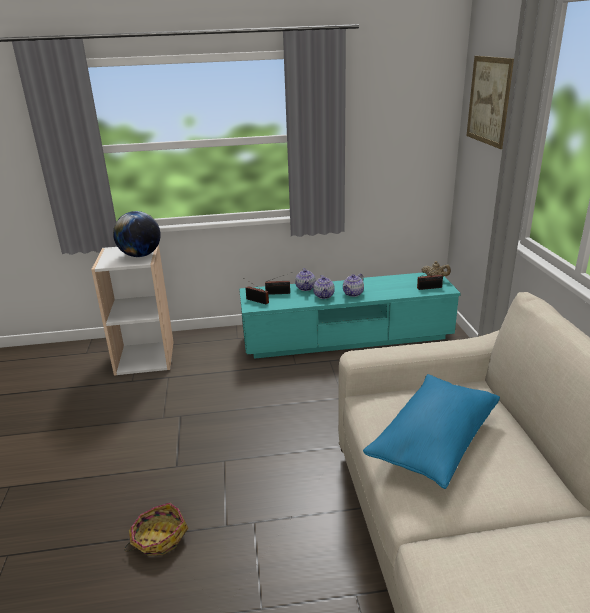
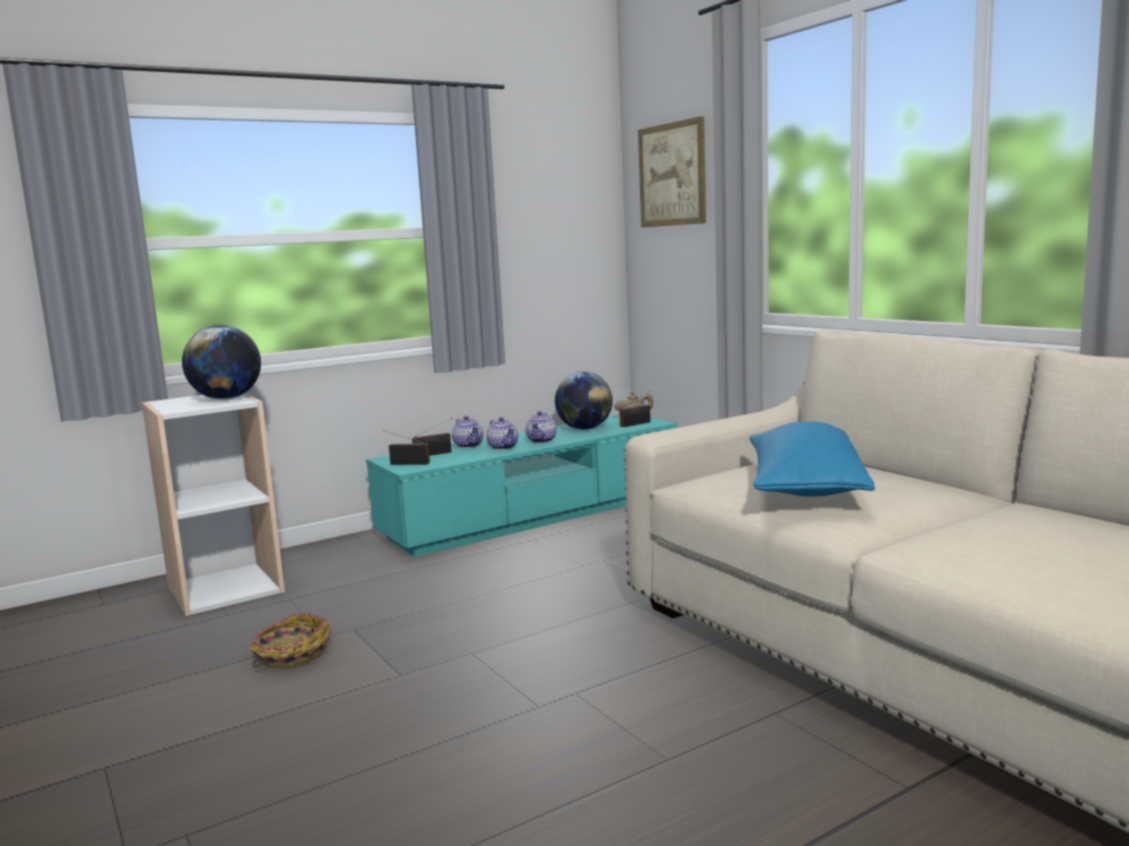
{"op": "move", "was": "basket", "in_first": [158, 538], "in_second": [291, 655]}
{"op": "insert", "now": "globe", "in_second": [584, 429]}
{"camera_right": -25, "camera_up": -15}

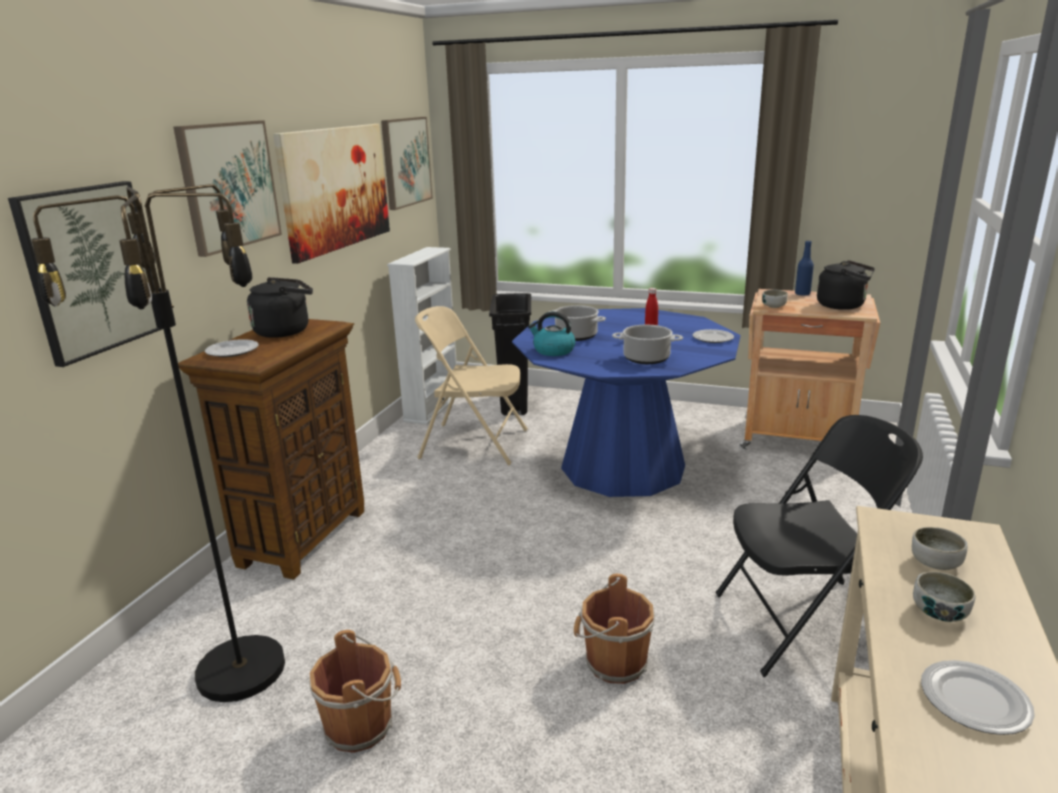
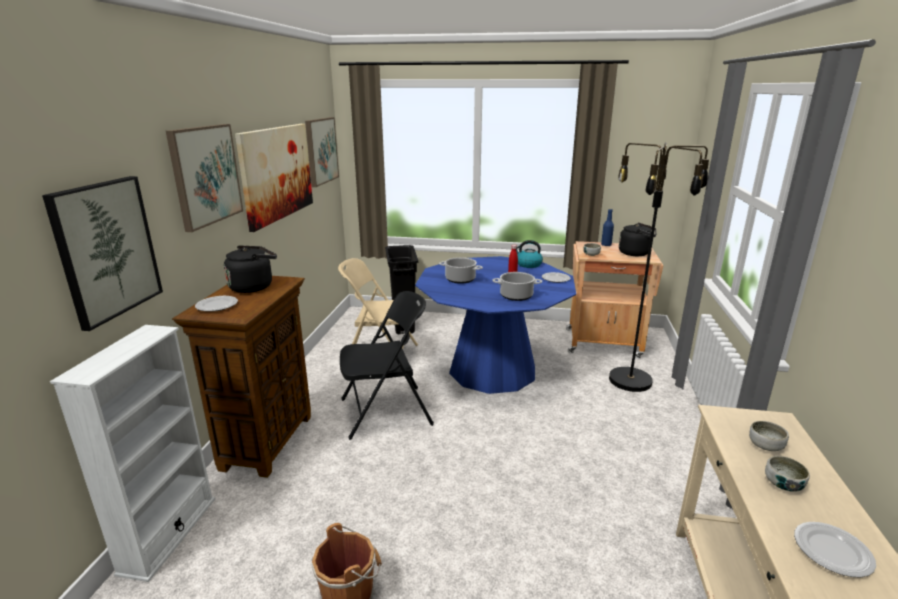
{"op": "move", "was": "standard lamp", "in_first": [243, 671], "in_second": [631, 381]}
{"op": "move", "was": "bookshelf (white)", "in_first": [432, 408], "in_second": [168, 534]}
{"op": "move", "was": "tea kettle", "in_first": [553, 350], "in_second": [528, 264]}
{"op": "delete", "was": "bucket (brown)", "in_first": [613, 663]}
{"op": "move", "was": "chair (blackish)", "in_first": [805, 625], "in_second": [386, 412]}
{"camera_right": -10, "camera_up": 0}

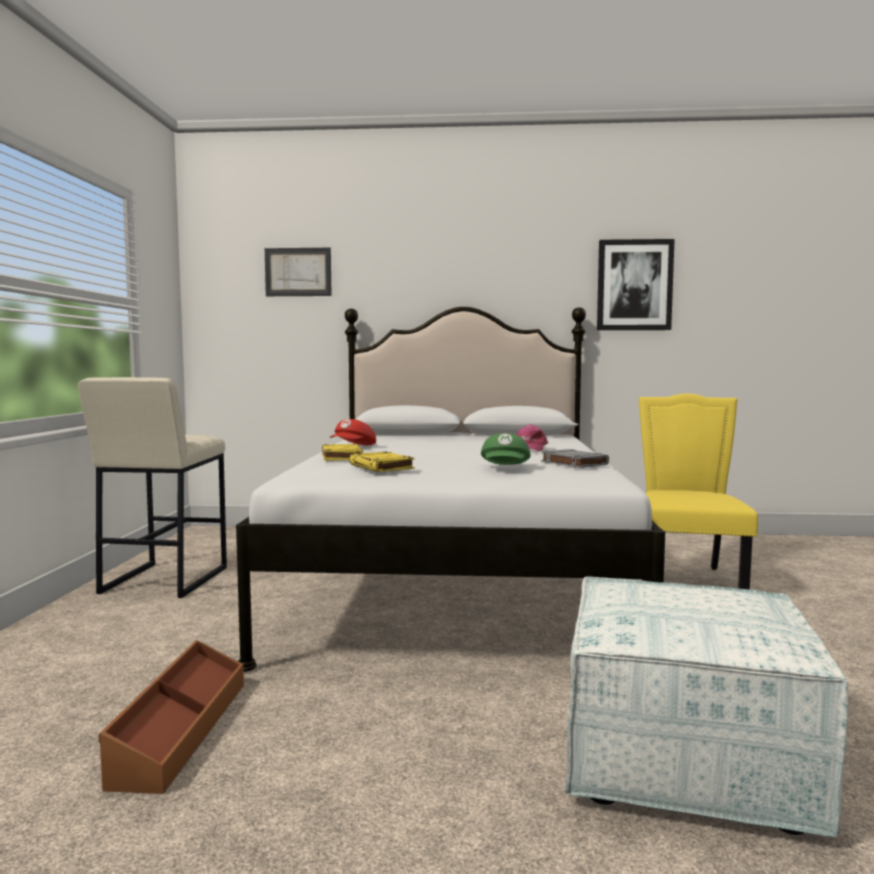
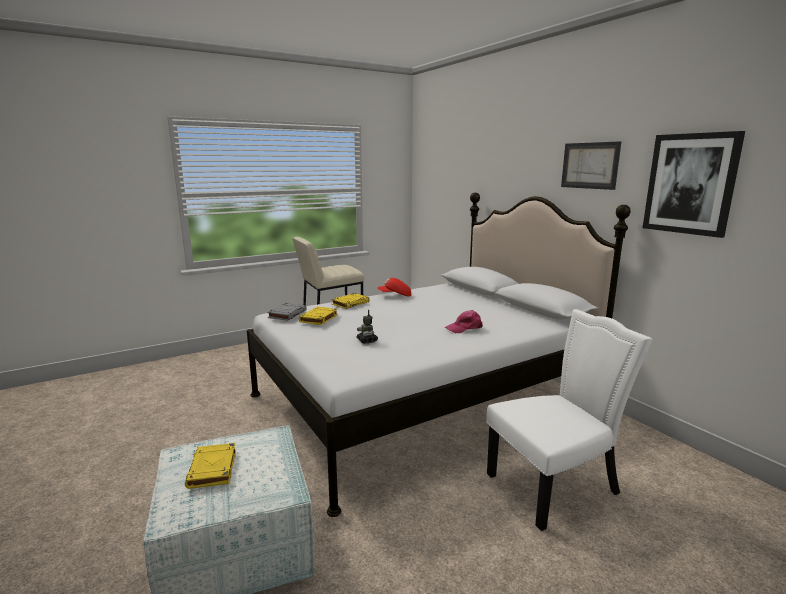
{"op": "delete", "was": "storage container (brown)", "in_first": [180, 730]}
{"op": "move", "was": "wall picture", "in_first": [298, 272], "in_second": [590, 165]}
{"op": "replace", "was": "peaked cap (green-coloured)", "now": "robot figure", "in_first": [506, 468], "in_second": [367, 341]}
{"op": "move", "was": "volume (greyish)", "in_first": [573, 463], "in_second": [287, 314]}
{"op": "recolor", "was": "chair (yellow-coloured)", "now": "chair (white)", "in_first": [687, 583], "in_second": [551, 487]}
{"op": "insert", "now": "volume (yellow-coloured)", "in_second": [212, 469]}
{"camera_right": 55, "camera_up": 10}

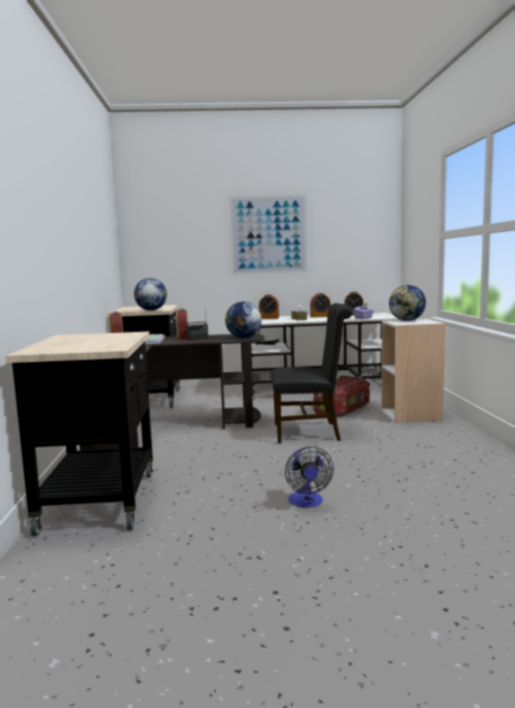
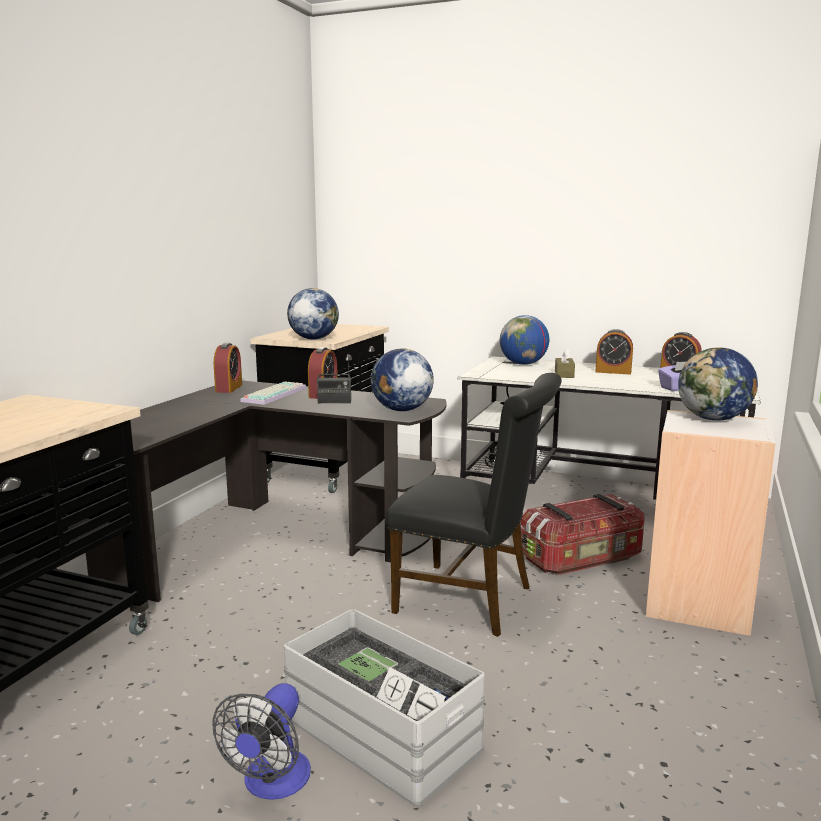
{"op": "delete", "was": "wall picture", "in_first": [268, 235]}
{"op": "replace", "was": "alarm clock", "now": "globe", "in_first": [269, 318], "in_second": [523, 364]}
{"op": "insert", "now": "storage container (greyish)", "in_second": [383, 731]}
{"camera_right": 25, "camera_up": 5}

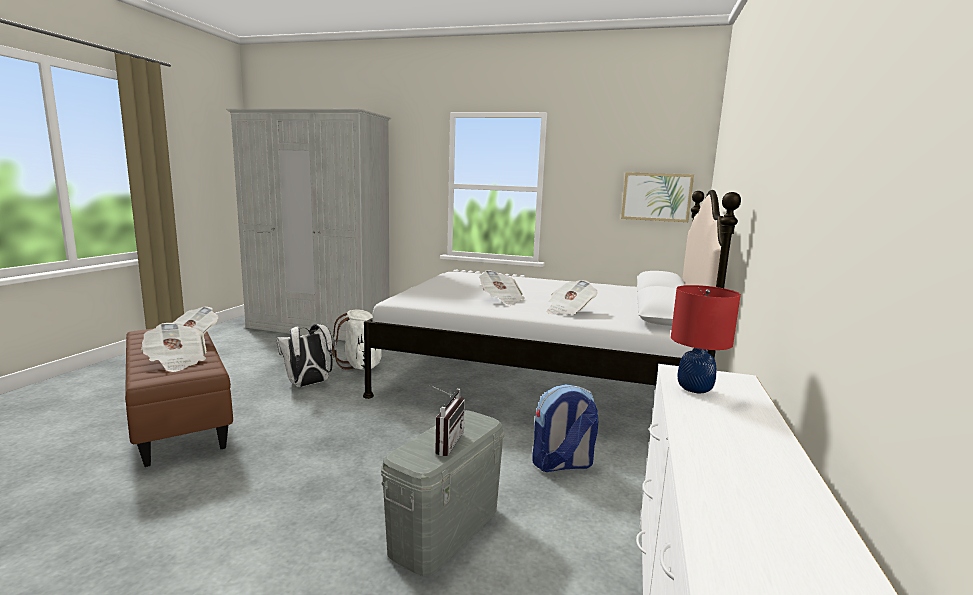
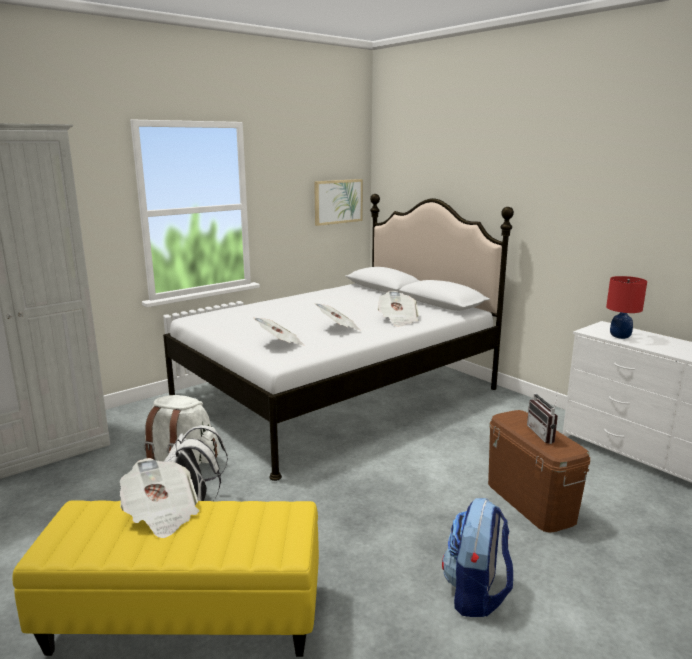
{"op": "recolor", "was": "footrest (brown)", "now": "footrest (yellow-coloured)", "in_first": [180, 419], "in_second": [186, 619]}
{"op": "move", "was": "printed paper", "in_first": [176, 362], "in_second": [280, 344]}
{"op": "recolor", "was": "storage container (greyish)", "now": "storage container (brown)", "in_first": [445, 529], "in_second": [529, 501]}
{"op": "rotate", "was": "radio", "in_first": [444, 442], "in_second": [545, 434], "clockwise": -150}
{"op": "move", "was": "rucksack", "in_first": [562, 464], "in_second": [476, 594]}
{"camera_right": -55, "camera_up": 5}

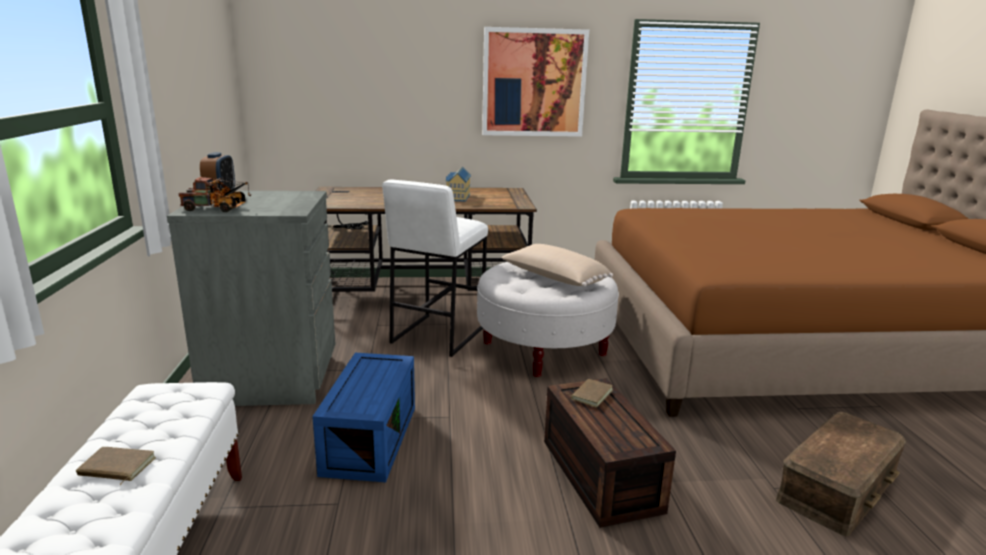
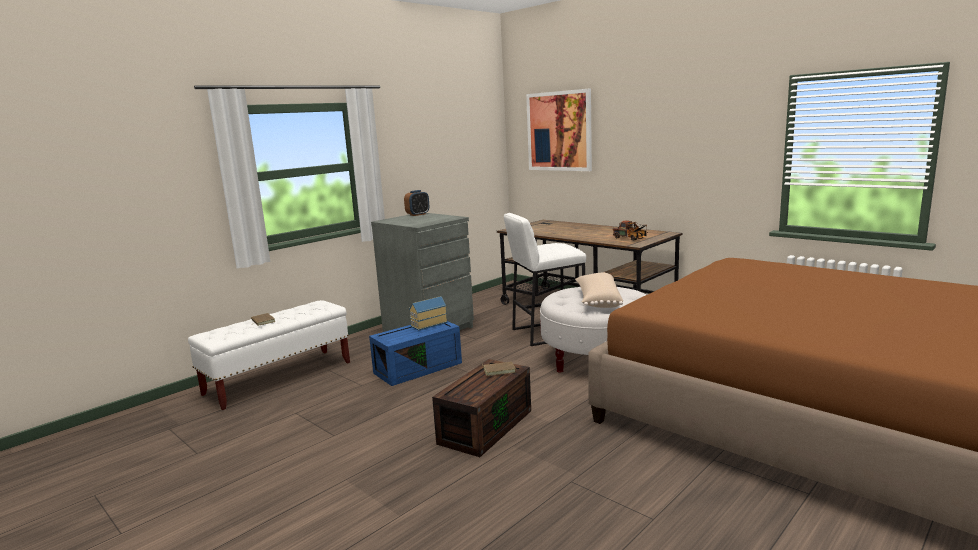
{"op": "move", "was": "toy truck", "in_first": [218, 209], "in_second": [631, 238]}
{"op": "move", "was": "miniature house", "in_first": [457, 197], "in_second": [427, 324]}
{"op": "move", "was": "wall picture", "in_first": [534, 83], "in_second": [559, 131]}
{"op": "delete", "was": "storage container (brown)", "in_first": [839, 488]}
{"camera_right": 50, "camera_up": -5}

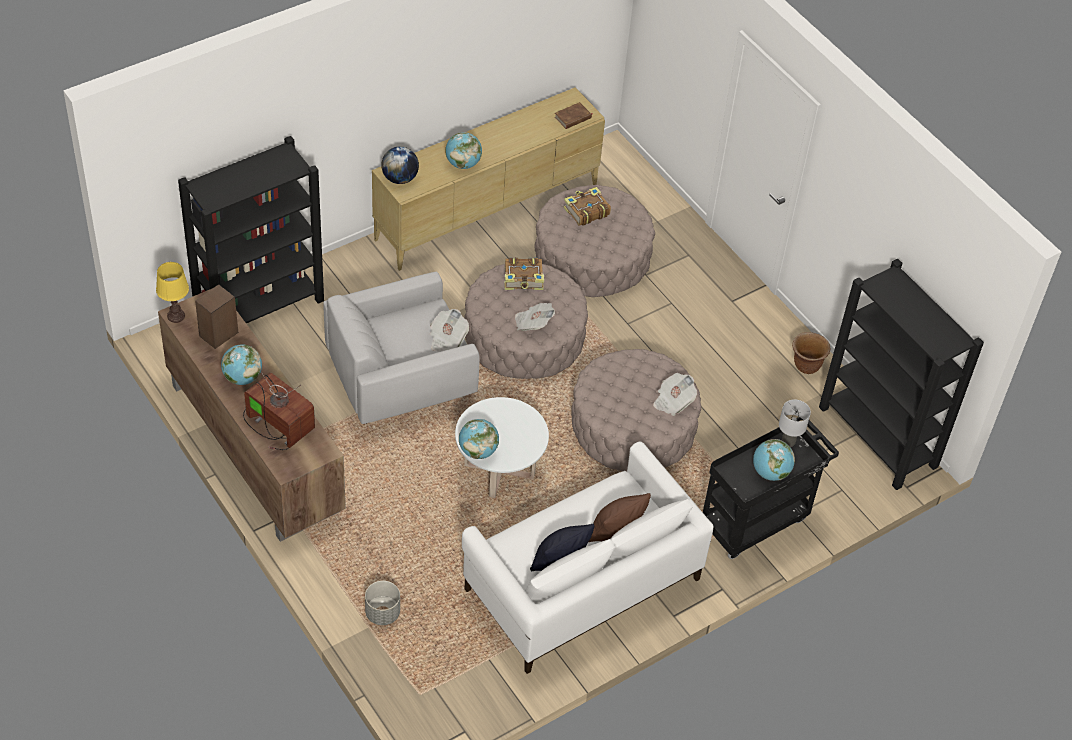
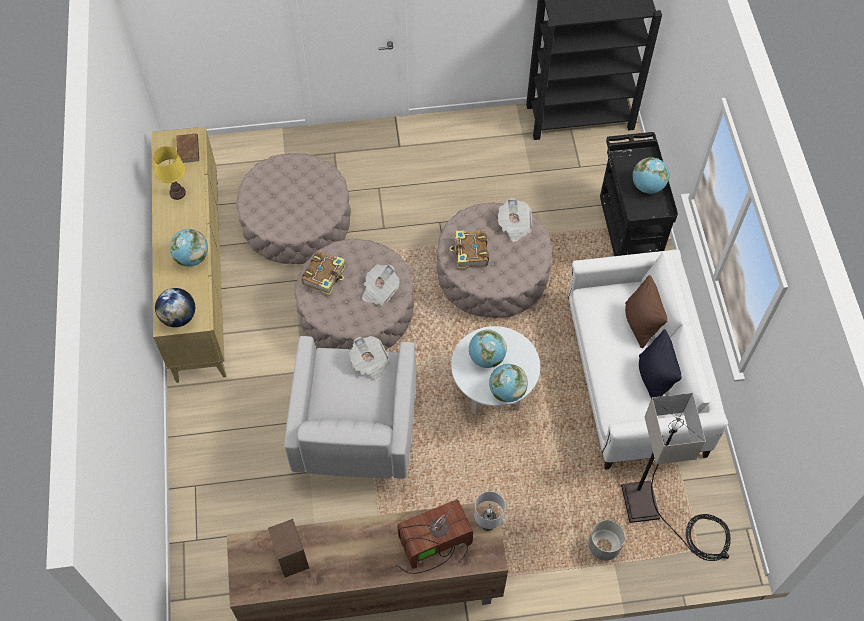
{"op": "move", "was": "table lamp (yellow-coloured)", "in_first": [176, 316], "in_second": [177, 193]}
{"op": "delete", "was": "bookshelf (blackish)", "in_first": [259, 306]}
{"op": "move", "was": "globe", "in_first": [242, 377], "in_second": [486, 358]}
{"op": "move", "was": "volume", "in_first": [586, 211], "in_second": [470, 253]}
{"op": "move", "was": "table lamp (white)", "in_first": [788, 442], "in_second": [487, 524]}
{"op": "delete", "was": "planter (brown)", "in_first": [806, 366]}
{"op": "insert", "now": "standard lamp", "in_second": [676, 522]}
{"camera_right": -60, "camera_up": 10}

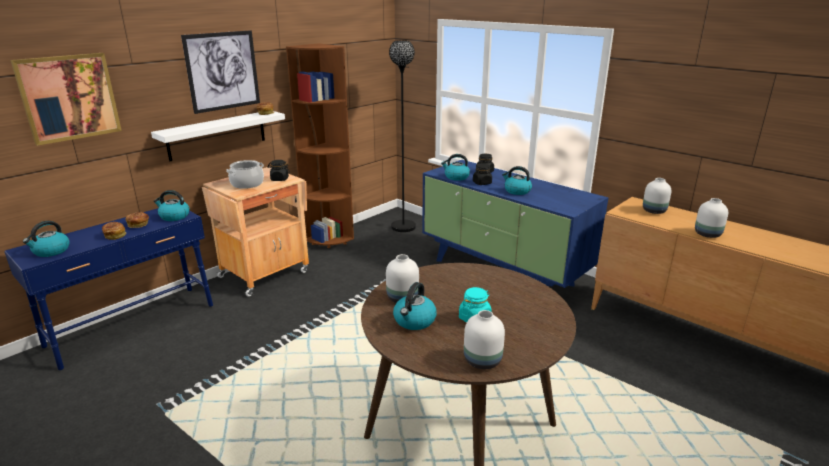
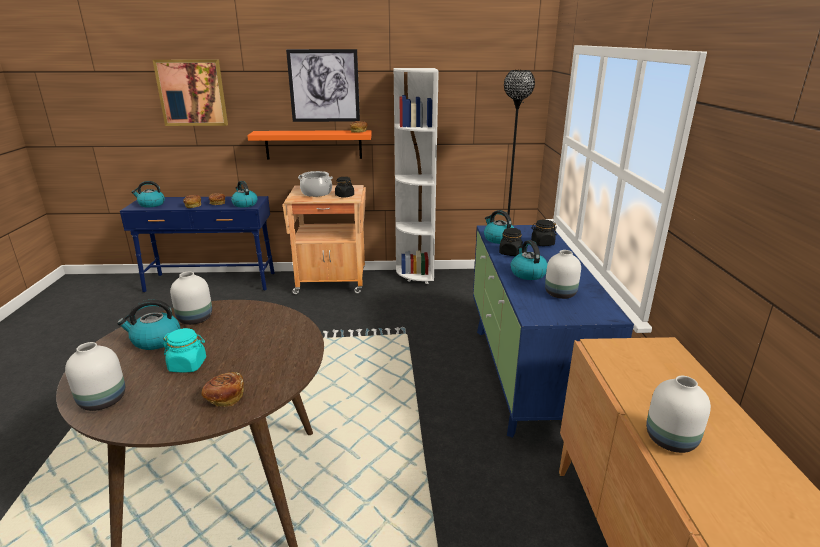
{"op": "recolor", "was": "bracket shelf (white)", "now": "bracket shelf (orange)", "in_first": [217, 135], "in_second": [313, 144]}
{"op": "recolor", "was": "bookshelf (brown)", "now": "bookshelf (white)", "in_first": [329, 243], "in_second": [415, 277]}
{"op": "move", "was": "decorative vase (white)", "in_first": [654, 211], "in_second": [559, 294]}
{"op": "insert", "now": "bakery bread", "in_second": [225, 398]}
{"camera_right": 45, "camera_up": 0}

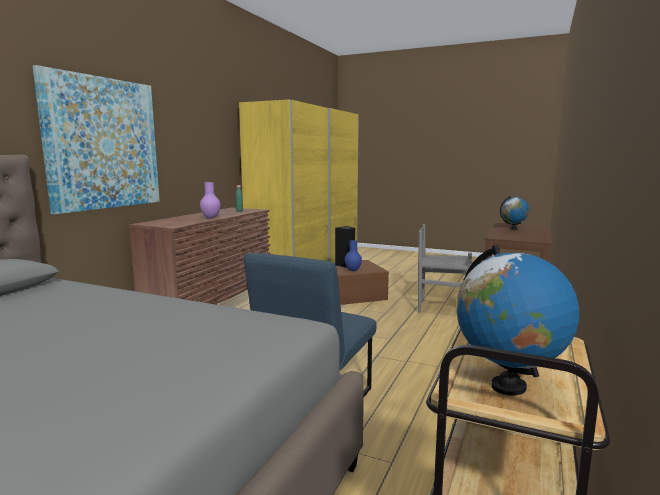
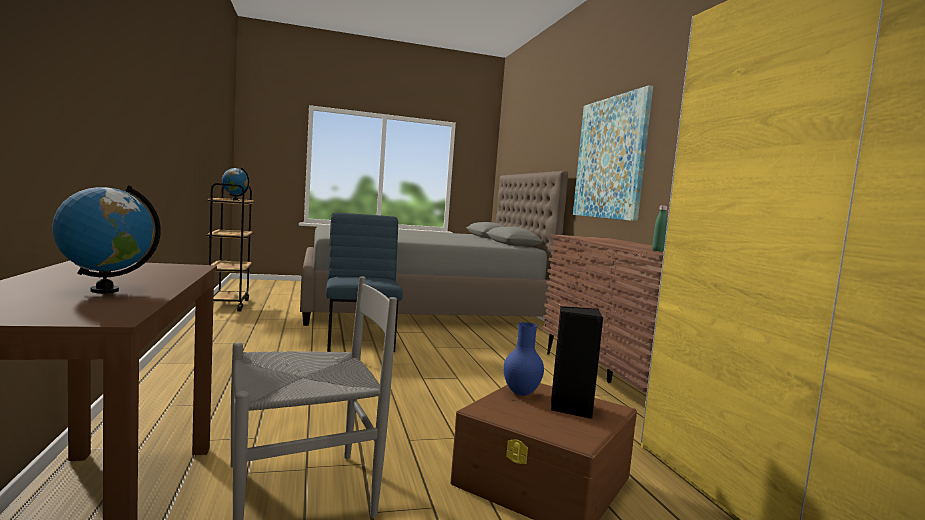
{"op": "delete", "was": "decorative vase (purplish)", "in_first": [210, 218]}
{"camera_right": 140, "camera_up": -5}

